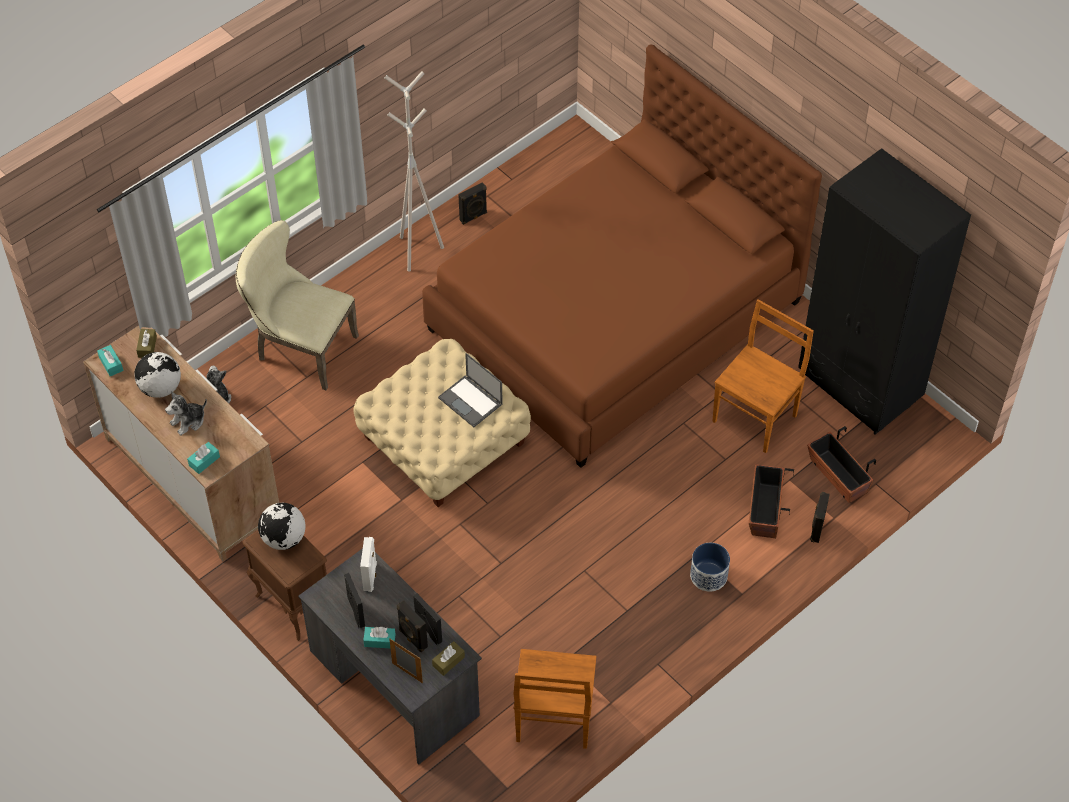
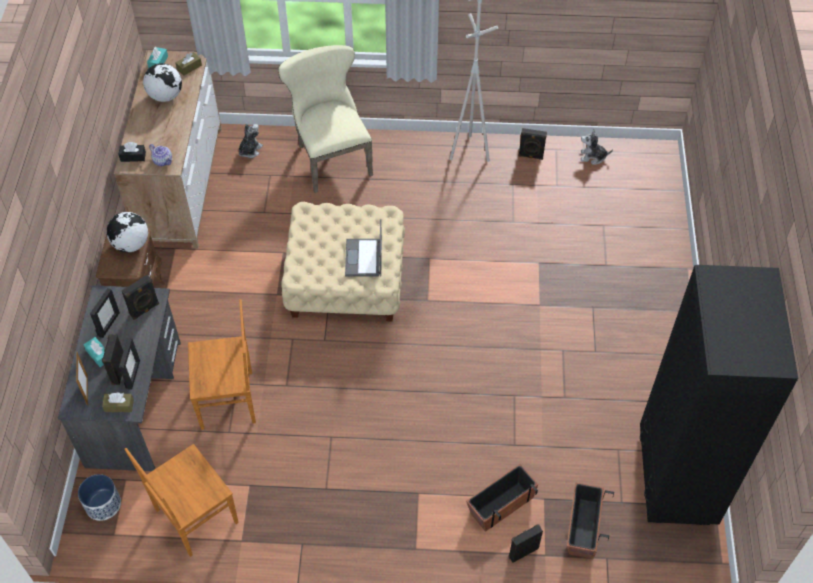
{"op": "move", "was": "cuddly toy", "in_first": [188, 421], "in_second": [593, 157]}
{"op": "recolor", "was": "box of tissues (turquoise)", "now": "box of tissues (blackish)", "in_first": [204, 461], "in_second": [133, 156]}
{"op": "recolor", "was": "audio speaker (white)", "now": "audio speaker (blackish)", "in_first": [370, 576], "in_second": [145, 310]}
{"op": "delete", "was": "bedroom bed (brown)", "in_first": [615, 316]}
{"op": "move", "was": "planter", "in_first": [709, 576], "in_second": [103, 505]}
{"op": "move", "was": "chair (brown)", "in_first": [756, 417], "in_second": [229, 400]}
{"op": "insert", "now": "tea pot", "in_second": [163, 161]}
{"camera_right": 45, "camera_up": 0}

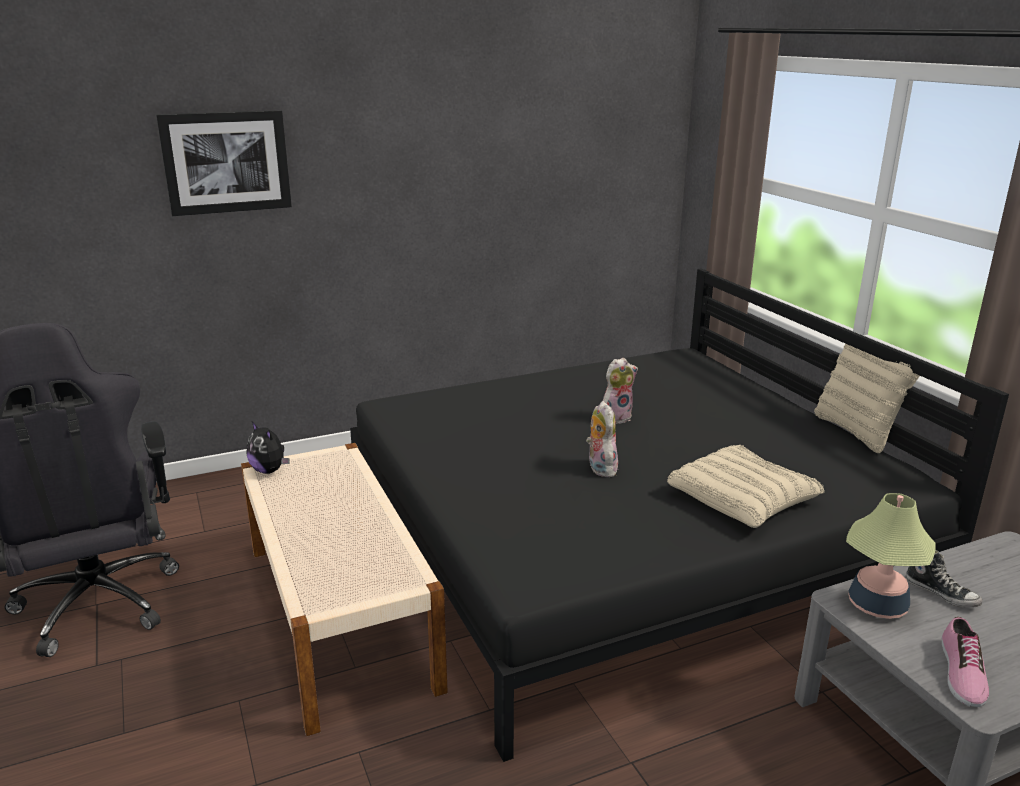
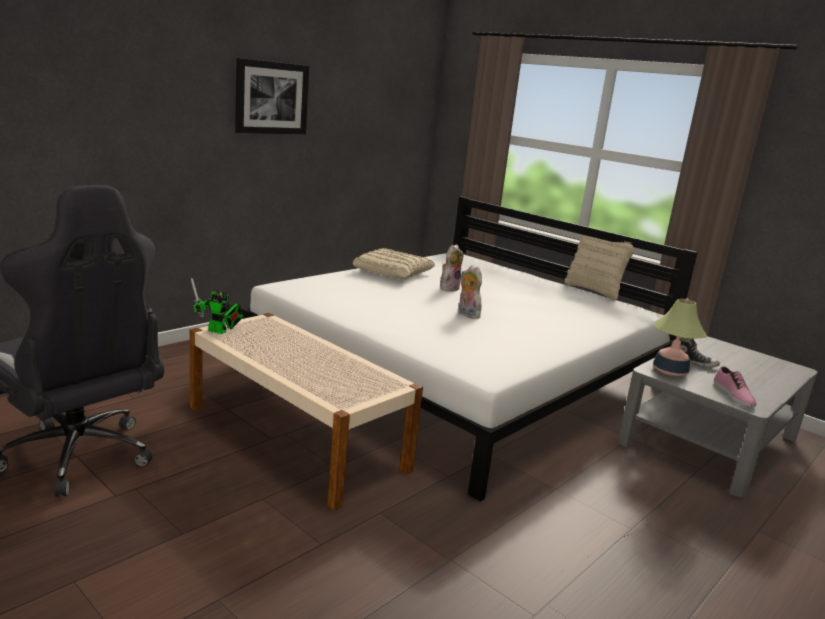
{"op": "move", "was": "wall picture", "in_first": [226, 162], "in_second": [271, 98]}
{"op": "replace", "was": "cuddly toy", "now": "robot figure", "in_first": [269, 470], "in_second": [219, 332]}
{"op": "recolor", "was": "bedroom bed (blackish)", "now": "bedroom bed (white)", "in_first": [624, 541], "in_second": [460, 376]}
{"op": "move", "was": "cushion (sand-coloured)", "in_first": [742, 499], "in_second": [393, 273]}
{"camera_right": -25, "camera_up": -5}

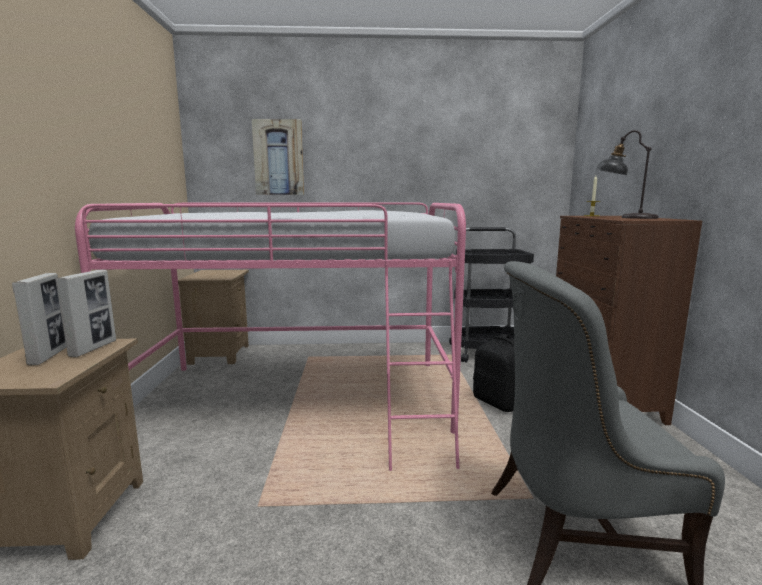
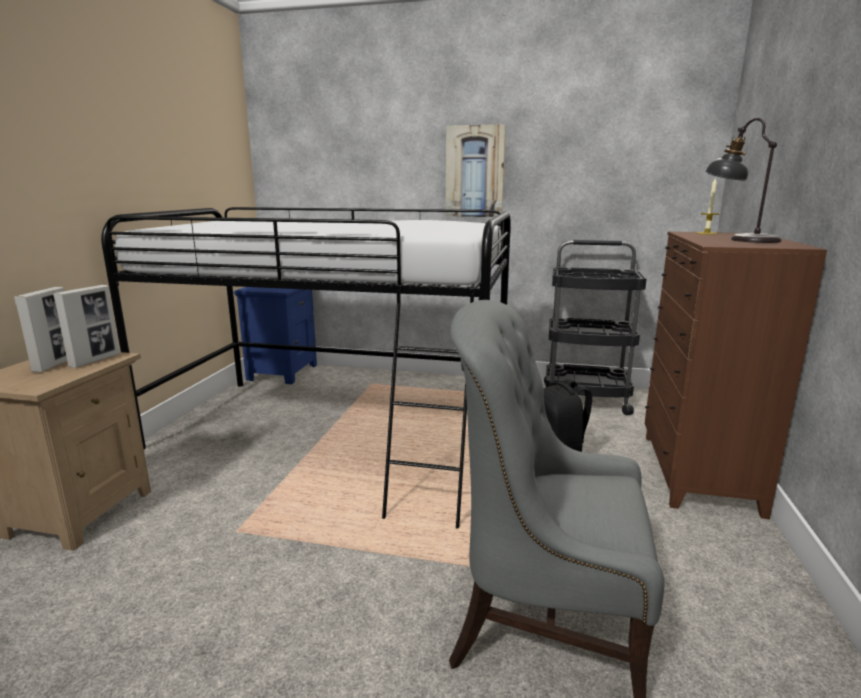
{"op": "recolor", "was": "bedroom bed (pinkish)", "now": "bedroom bed (blackish)", "in_first": [301, 398], "in_second": [338, 429]}
{"op": "recolor", "was": "night table (sand-coloured)", "now": "night table (blue-coloured)", "in_first": [221, 354], "in_second": [285, 372]}
{"op": "move", "was": "wall picture", "in_first": [278, 158], "in_second": [475, 172]}
{"camera_right": 15, "camera_up": 5}

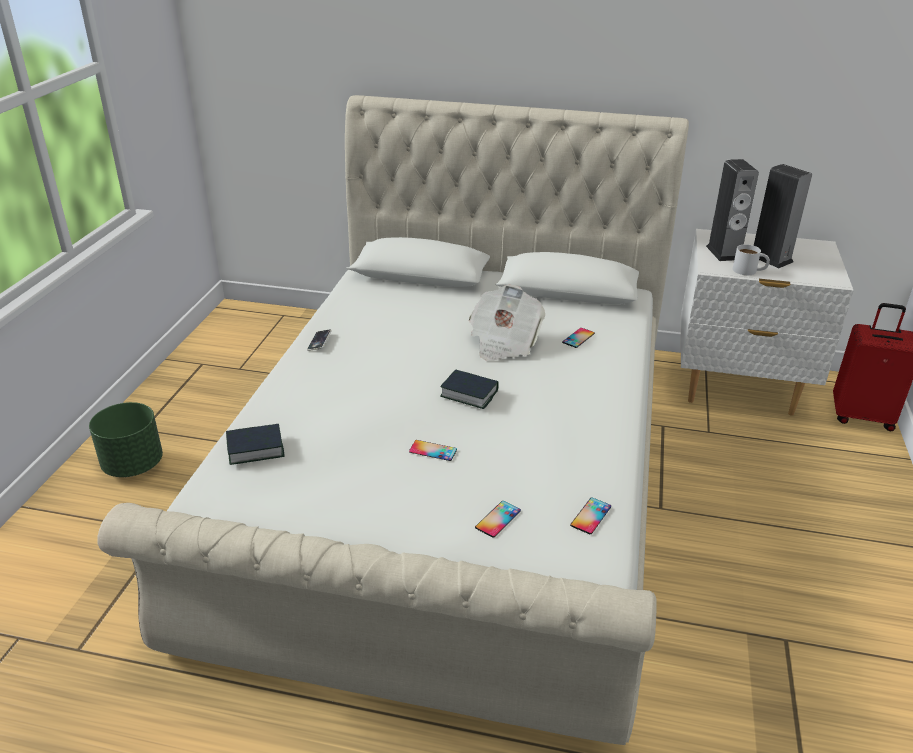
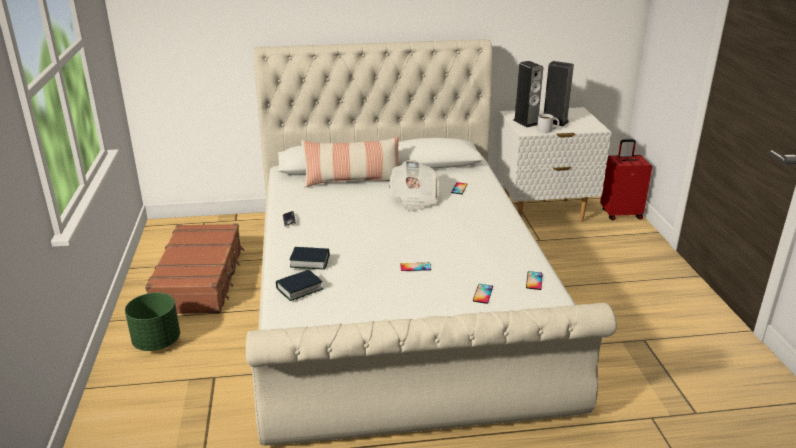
{"op": "move", "was": "volume", "in_first": [469, 393], "in_second": [309, 261]}
{"op": "insert", "now": "travel case (brown)", "in_second": [200, 280]}
{"op": "insert", "now": "cushion", "in_second": [352, 181]}
{"camera_right": -20, "camera_up": -5}

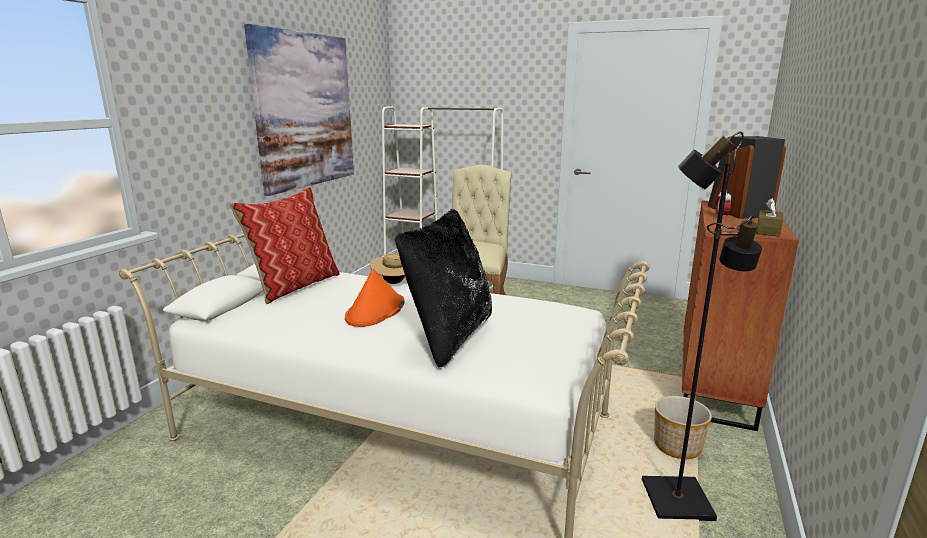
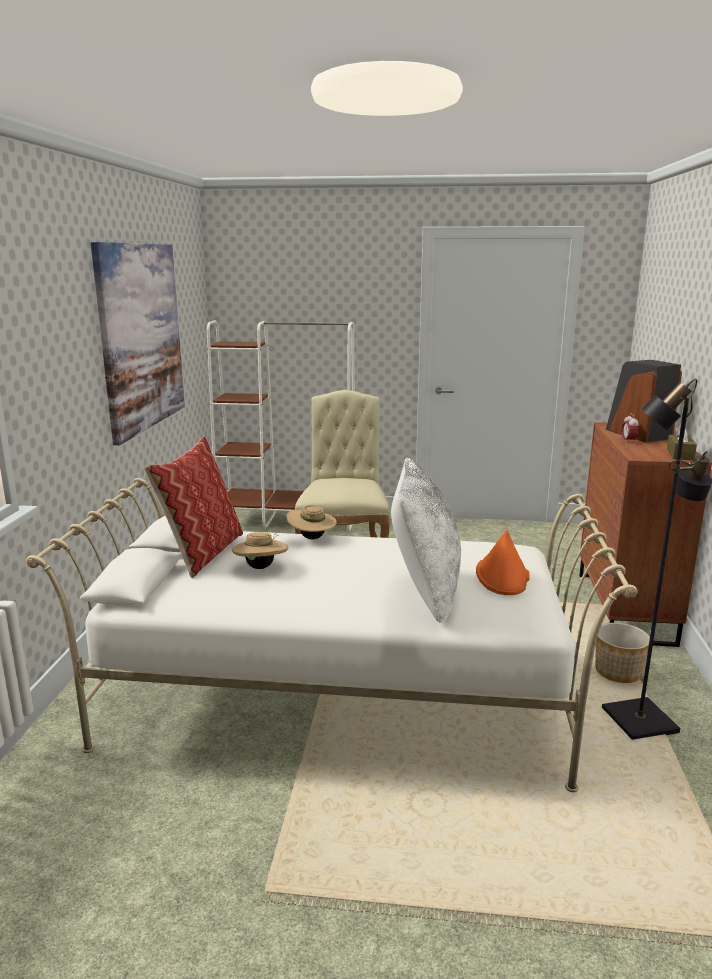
{"op": "move", "was": "hat (orange)", "in_first": [375, 311], "in_second": [502, 576]}
{"op": "recolor", "was": "cushion (blackish)", "now": "cushion (white)", "in_first": [450, 338], "in_second": [425, 592]}
{"op": "insert", "now": "hat (sand-coloured)", "in_second": [261, 567]}
{"camera_right": -15, "camera_up": 0}

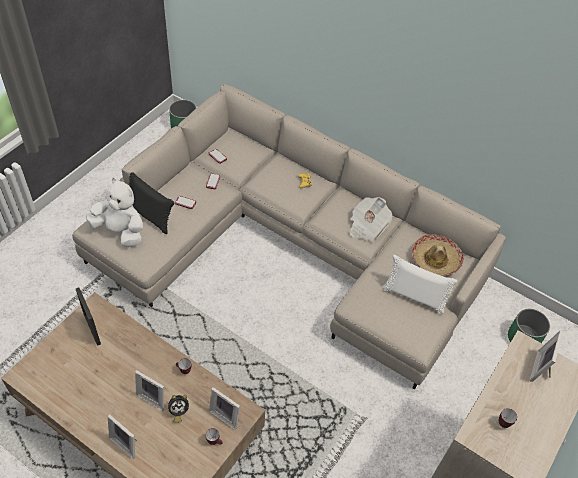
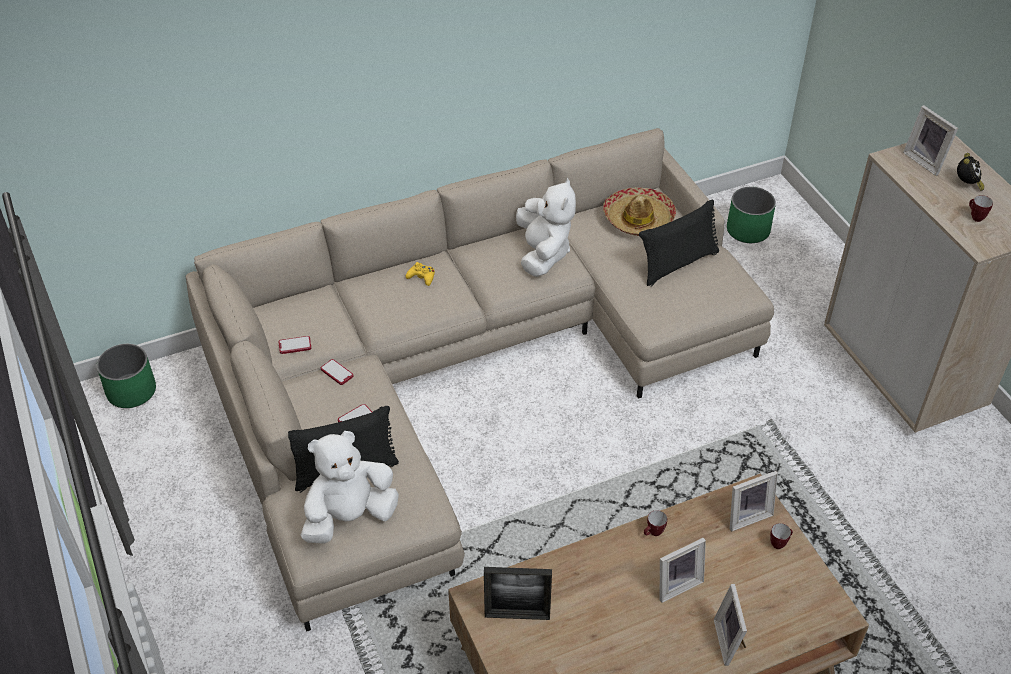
{"op": "rotate", "was": "photo frame", "in_first": [126, 442], "in_second": [730, 641], "clockwise": 105}
{"op": "move", "was": "alarm clock", "in_first": [178, 412], "in_second": [967, 185]}
{"op": "replace", "was": "printed paper", "now": "cuddly toy (white)", "in_first": [367, 226], "in_second": [543, 253]}
{"op": "recolor", "was": "cushion (white)", "now": "cushion (blackish)", "in_first": [414, 296], "in_second": [677, 263]}
{"camera_right": -55, "camera_up": -5}

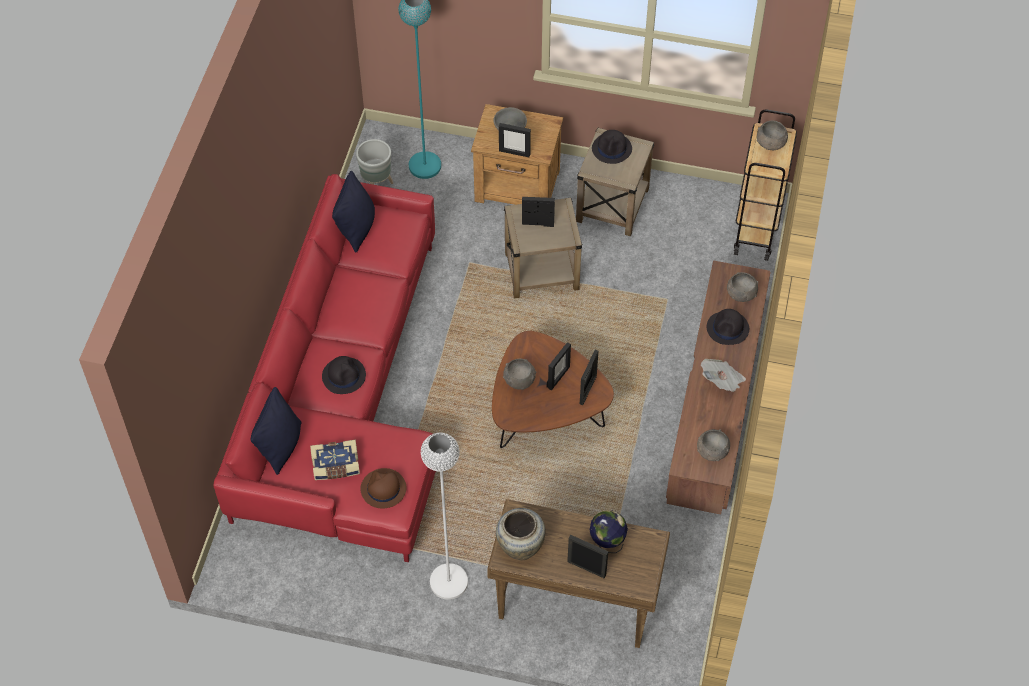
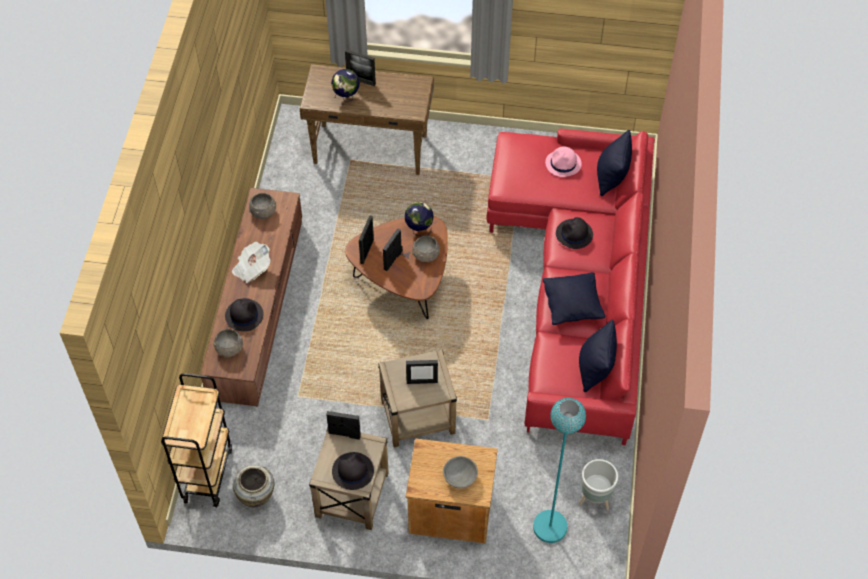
{"op": "replace", "was": "volume", "now": "hat (pinkish)", "in_first": [336, 466], "in_second": [563, 164]}
{"op": "delete", "was": "hat (brown)", "in_first": [383, 489]}
{"op": "delete", "was": "standard lamp (white)", "in_first": [449, 582]}
{"op": "move", "was": "decorative vase (sand-coloured)", "in_first": [520, 546], "in_second": [256, 496]}
{"op": "move", "was": "photo frame", "in_first": [514, 152], "in_second": [344, 434]}
{"op": "delete", "was": "deep dish (greyish)", "in_first": [770, 143]}
{"op": "insert", "now": "globe", "in_second": [419, 230]}
{"op": "insert", "now": "cushion (blackish)", "in_second": [572, 306]}
{"camera_right": 175, "camera_up": 0}

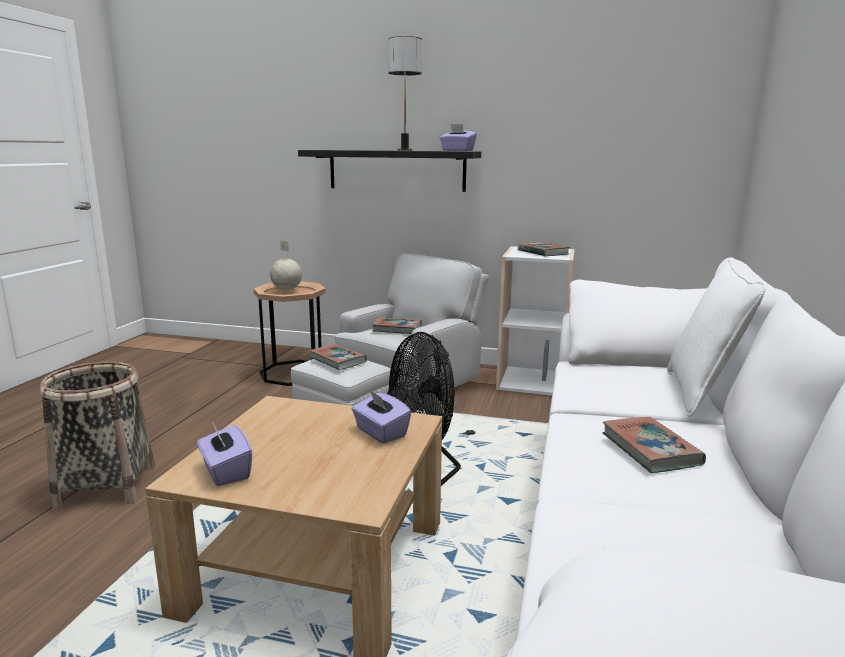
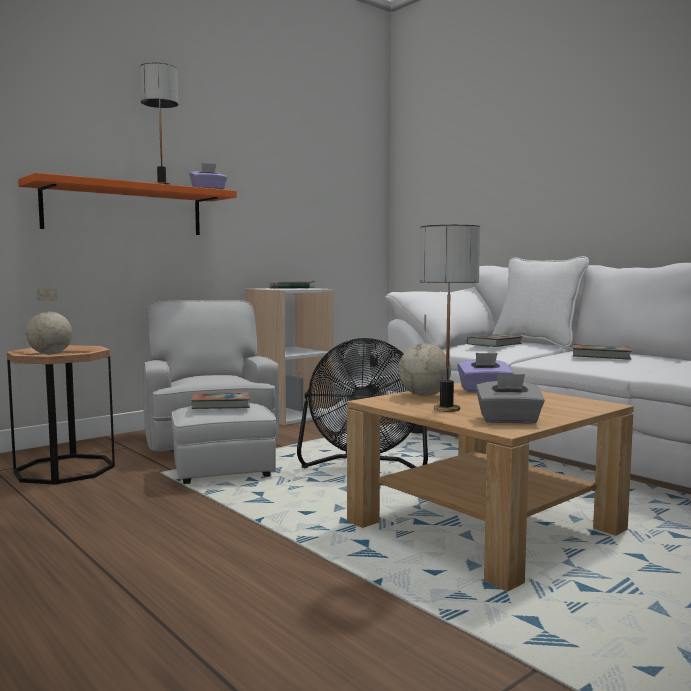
{"op": "delete", "was": "basket", "in_first": [107, 486]}
{"op": "recolor", "was": "box of tissues (purplish)", "now": "box of tissues (greyish)", "in_first": [225, 472], "in_second": [508, 420]}
{"op": "recolor", "was": "bracket shelf (blackish)", "now": "bracket shelf (orange)", "in_first": [396, 170], "in_second": [124, 210]}
{"op": "move", "was": "volume", "in_first": [397, 329], "in_second": [494, 344]}
{"op": "insert", "now": "globe", "in_second": [424, 395]}
{"op": "insert", "now": "table lamp", "in_second": [447, 409]}
{"camera_right": -55, "camera_up": -10}

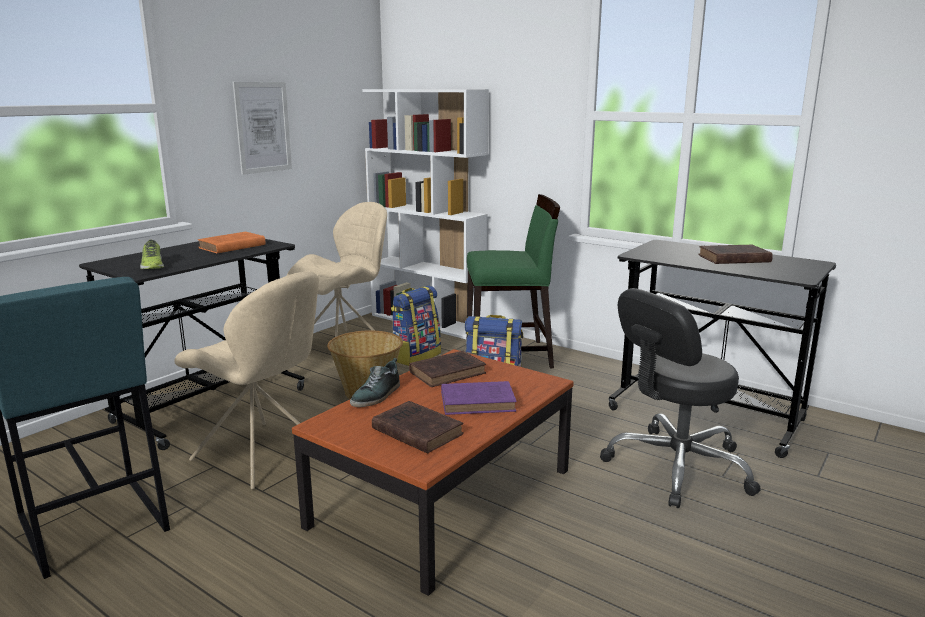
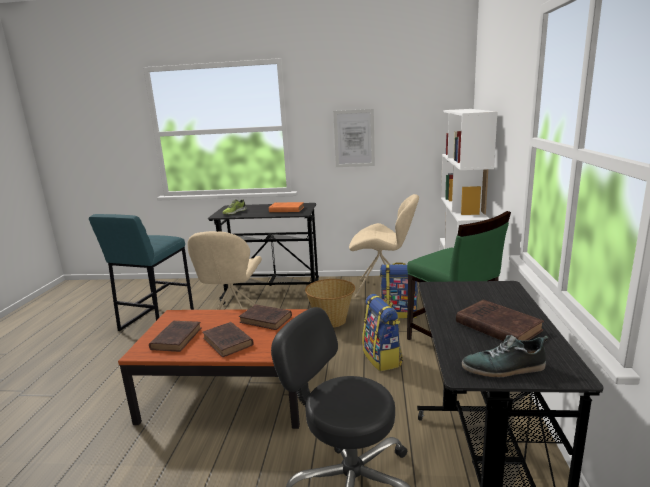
{"op": "move", "was": "shoe", "in_first": [377, 395], "in_second": [504, 368]}
{"op": "recolor", "was": "volume (purplish)", "now": "volume (brown)", "in_first": [480, 402], "in_second": [228, 342]}
{"camera_right": 60, "camera_up": 0}

